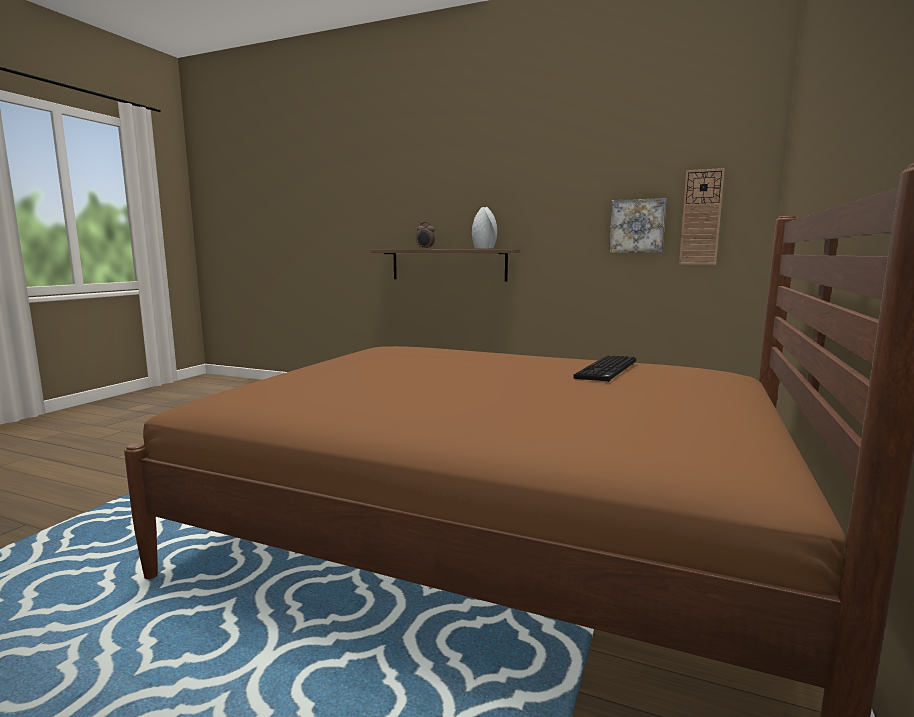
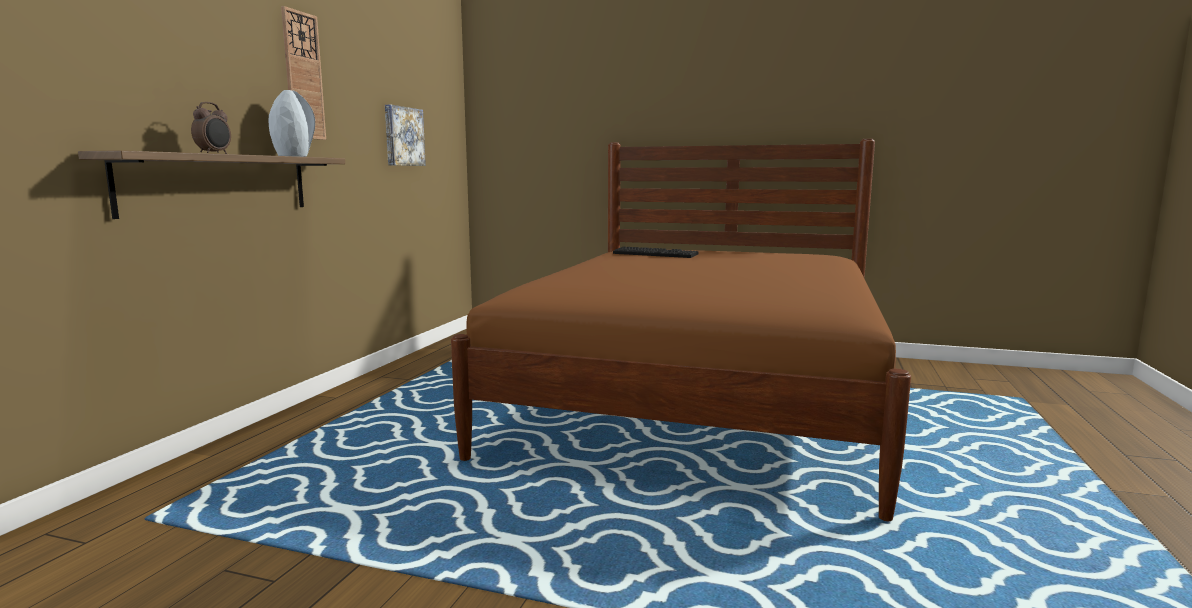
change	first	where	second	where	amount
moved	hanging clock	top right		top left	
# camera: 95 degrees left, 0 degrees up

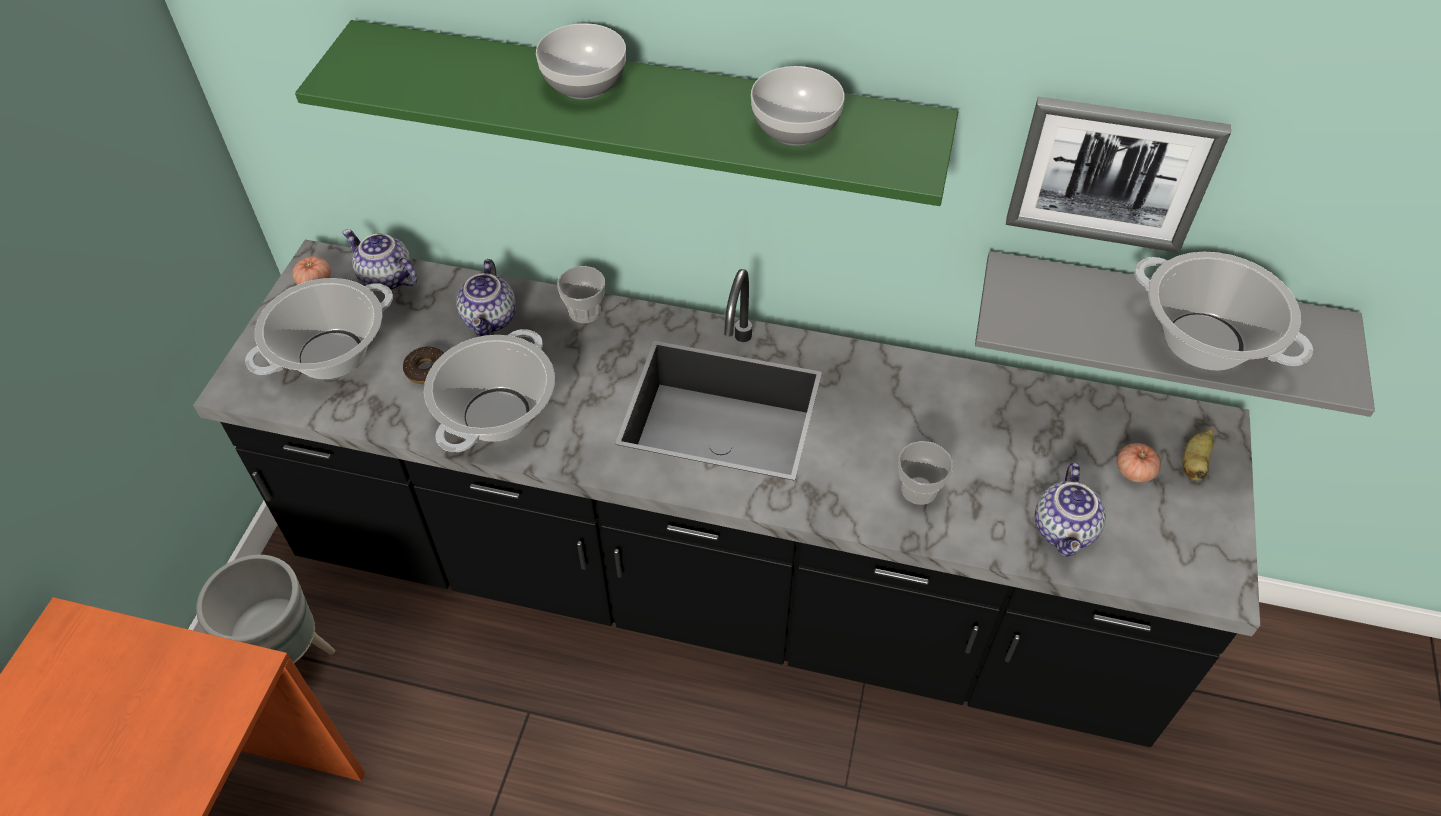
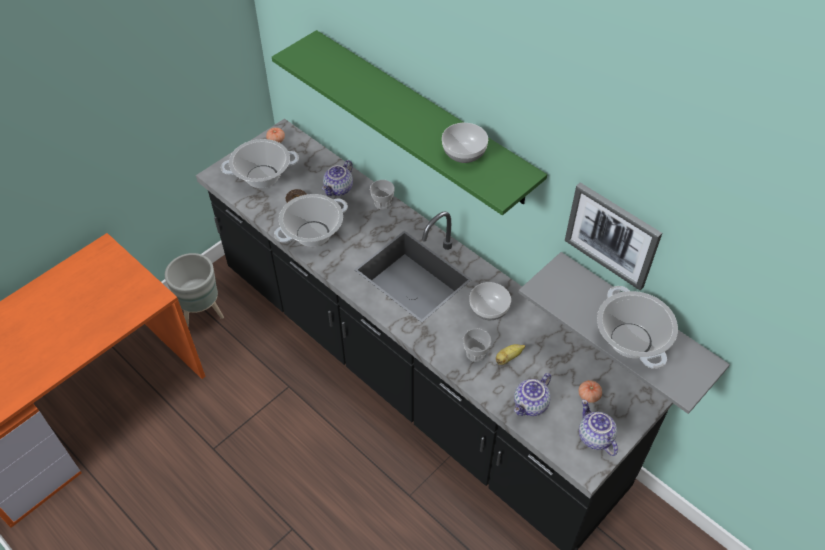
change	first	where	second	where	amount
moved	teapot (1st from left in the first image)	top left	teapot (3rd from left)	bottom right	
moved	deep dish (1st from left in the first image)	top centre	deep dish (2nd from left)	centre	
moved	banana	middle right		centre	
# camera: 30 degrees right, 0 degrees up

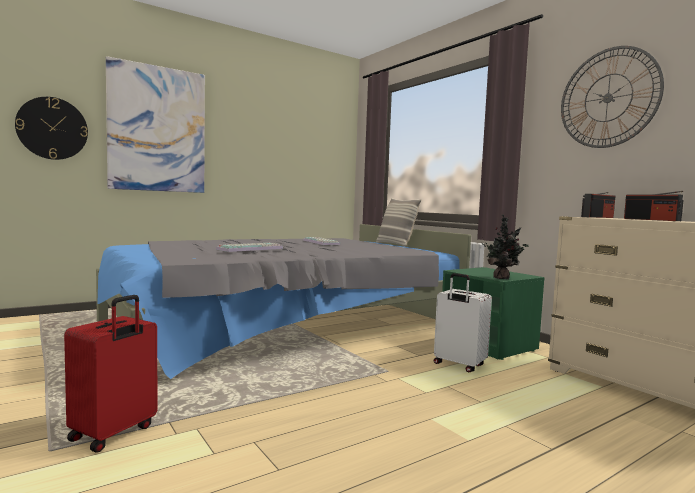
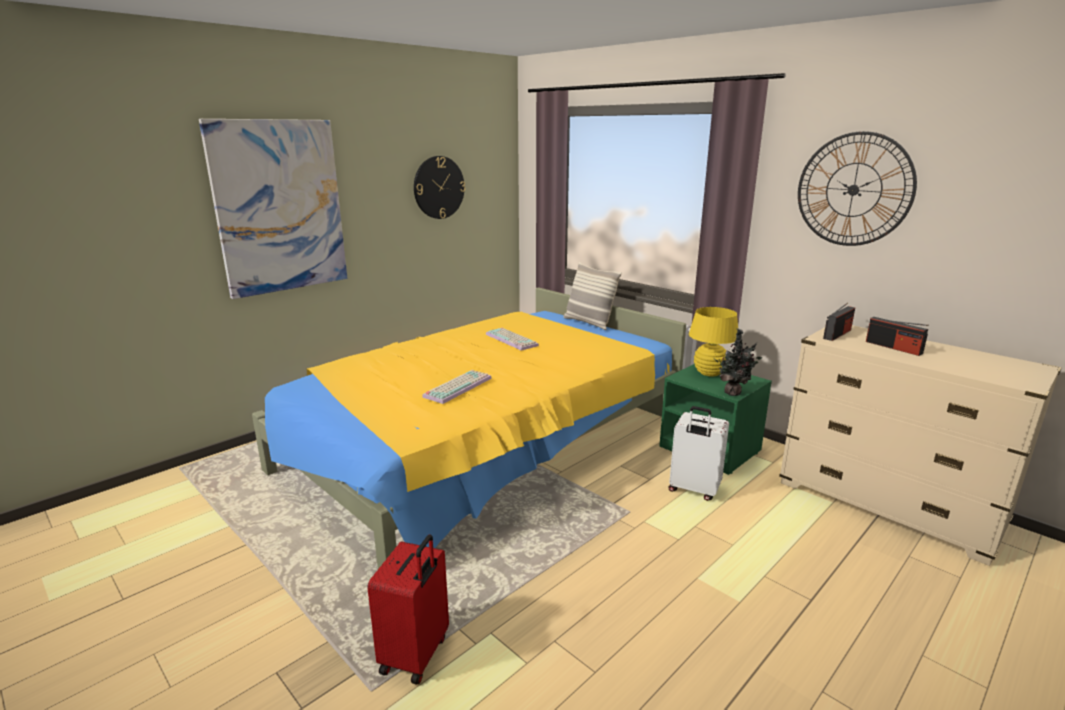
change	first	where	second	where	amount
added			tabletop lamp (yellowish)	middle right	
moved	hanging clock (1st from left)	top left		top centre	
recoloured	bedroom bed (grey)	centre	bedroom bed (yellowish)	centre	
# camera: 10 degrees left, 15 degrees up

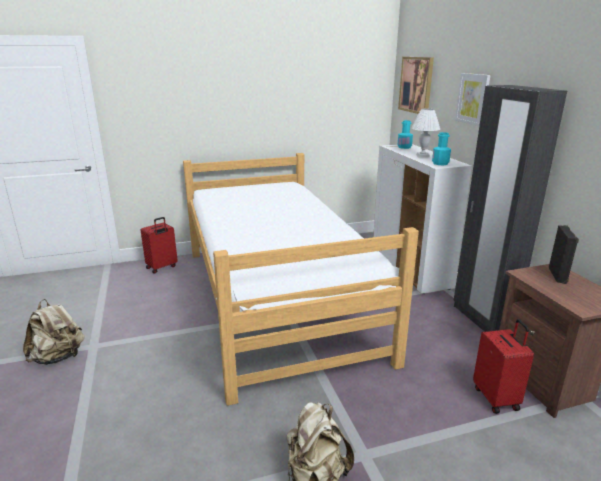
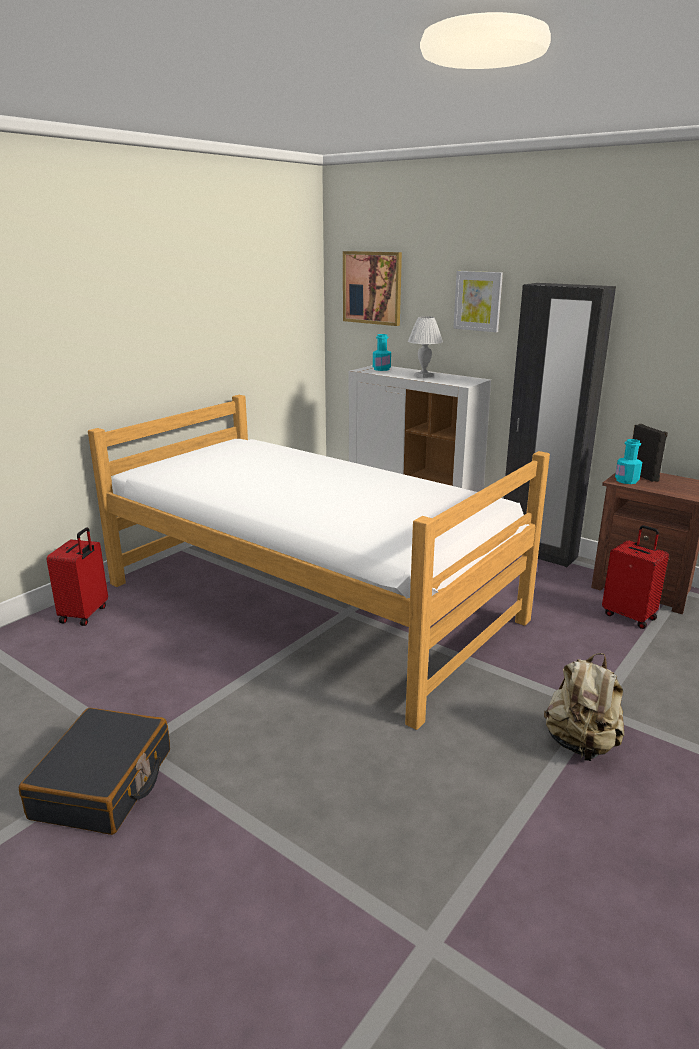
change	first	where	second	where	amount
moved	drink bottle (turquoise-coloured) (2nd from left)	top right		middle right	
replaced	rucksack (beige-coloured) (1st from left)	bottom left	suitcase (black)	bottom left	
# camera: 35 degrees left, 0 degrees up

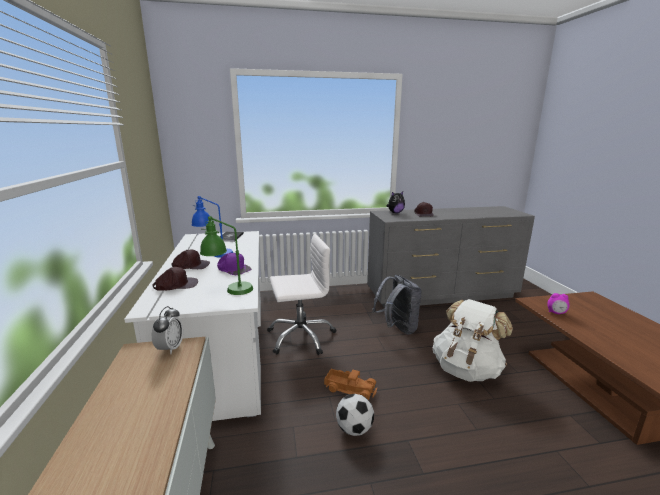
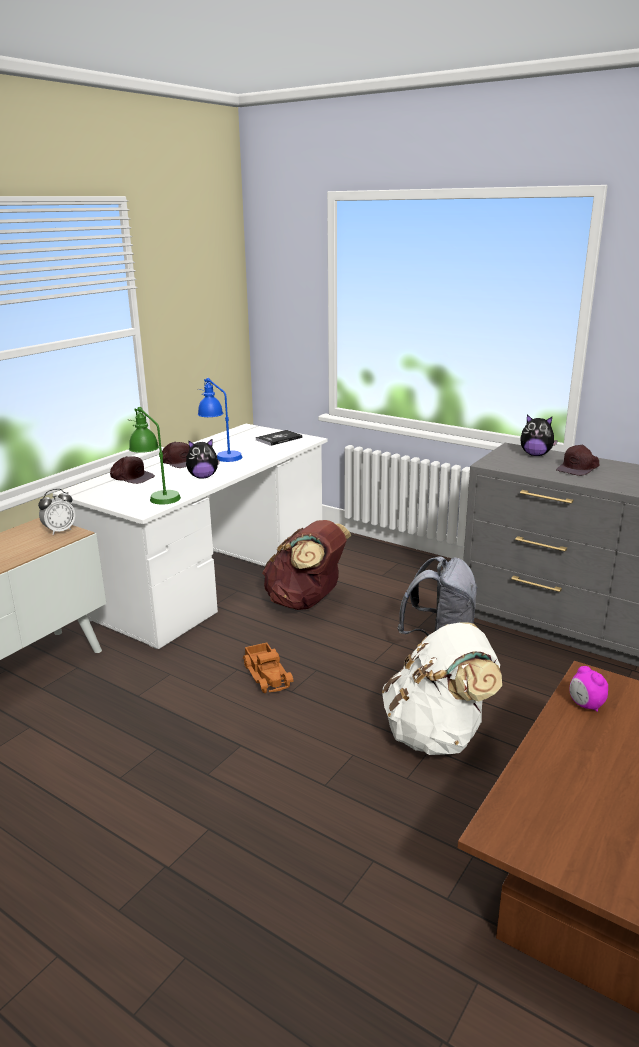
change	first	where	second	where	amount
removed	ball for football	bottom centre			
replaced	baseball cap (purplish)	centre	soft toy (1st from left)	middle left	
replaced	office chair (white)	centre	rucksack (brown-coloured)	centre	
# camera: 45 degrees right, 5 degrees up

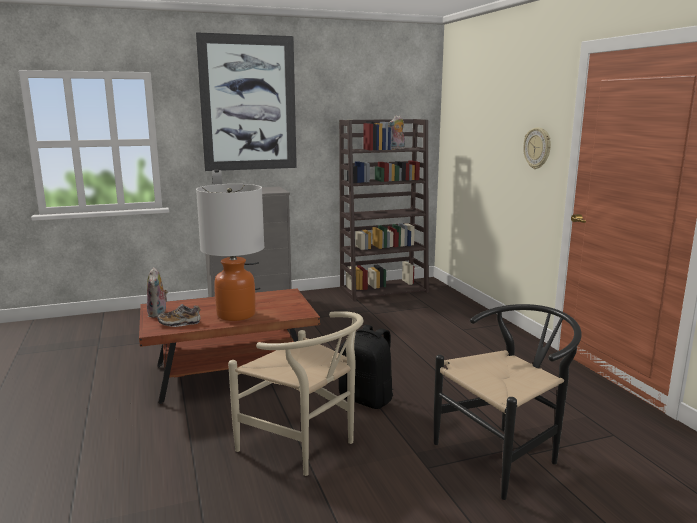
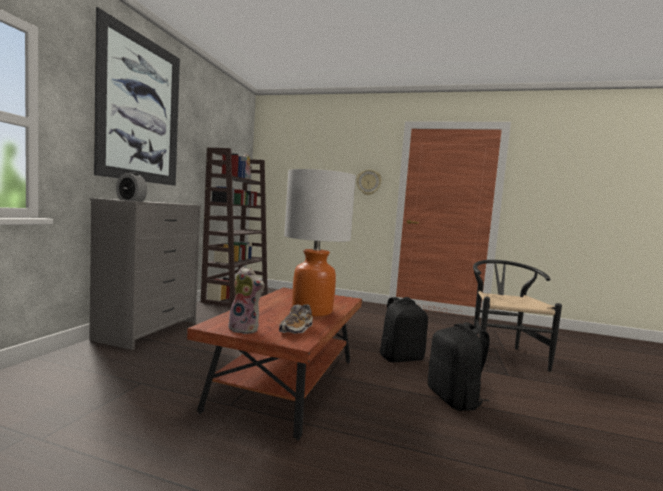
change	first	where	second	where	amount
replaced	plain chair (beige-coloured)	bottom centre	rucksack (black) (2nd from left)	bottom right	
# camera: 55 degrees left, 10 degrees down

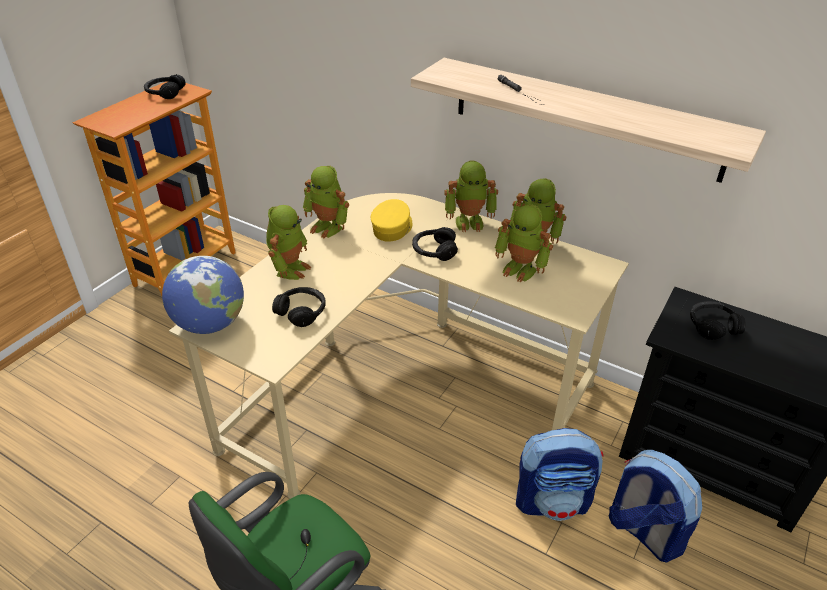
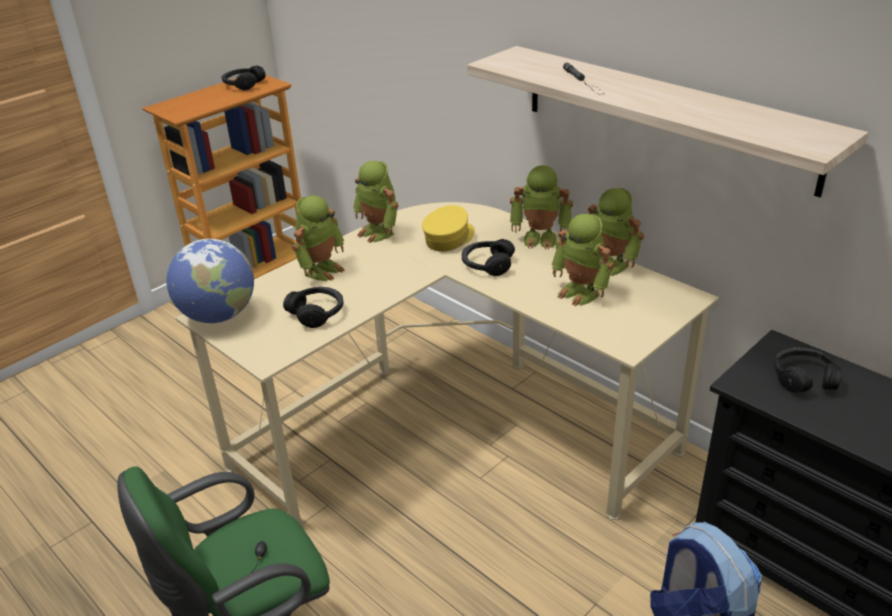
change	first	where	second	where	amount
removed	rucksack (1st from left)	bottom right			
# camera: 15 degrees right, 5 degrees down

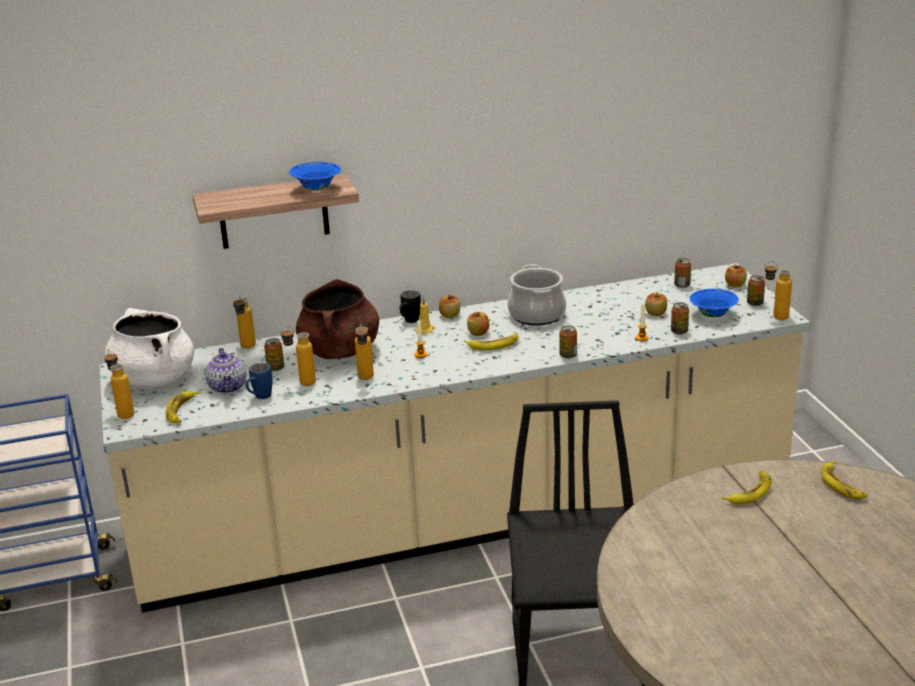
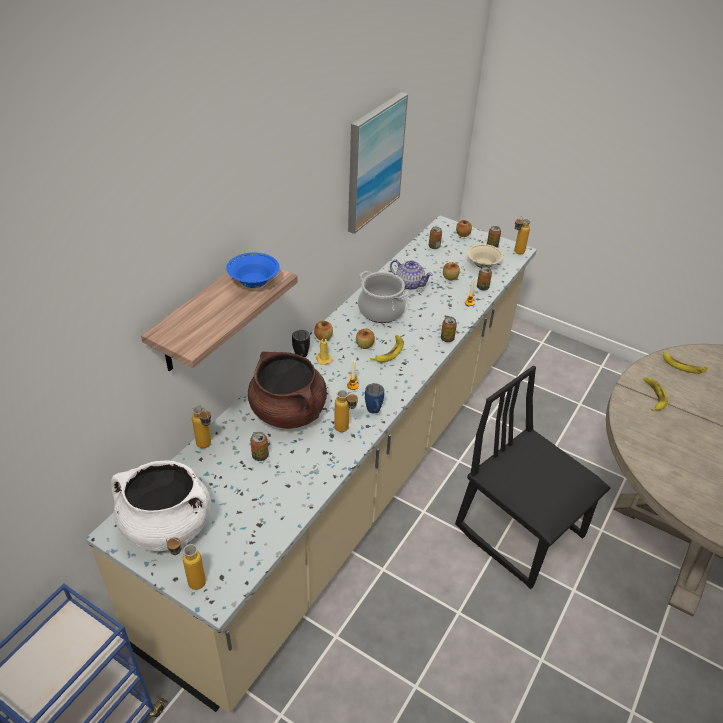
change	first	where	second	where	amount
removed	banana (1st from left)	middle left			
removed	drink bottle (3rd from left)	middle left			
added			picture	top centre	
moved	teapot	middle left		centre	
moved	coffee mug (bluish)	middle left		centre	
recoloured	deep dish (bluish) (2nd from left)	middle right	deep dish (beige-coloured)	middle right	
# camera: 45 degrees left, 15 degrees up

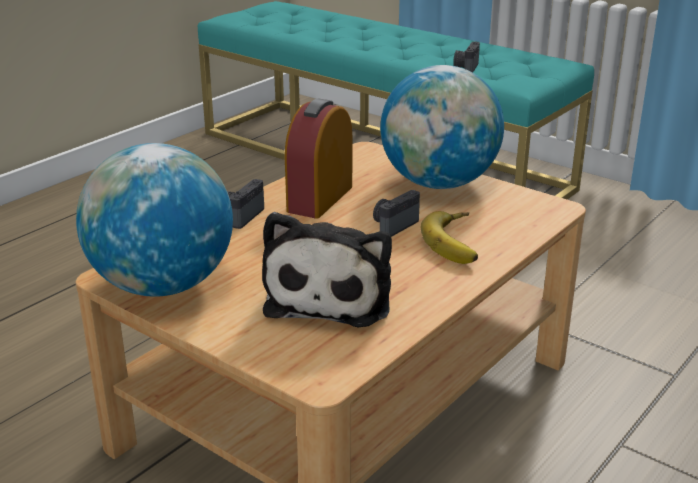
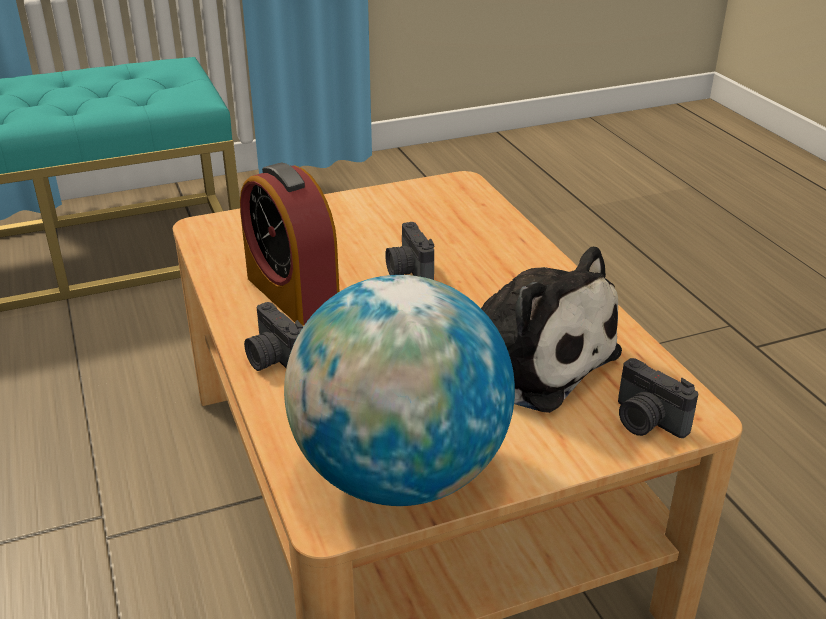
change	first	where	second	where	amount
removed	desk globe (2nd from left)	top centre			
removed	banana	centre			
moved	still camera (3rd from left)	top right		middle right	
# camera: 60 degrees left, 5 degrees up

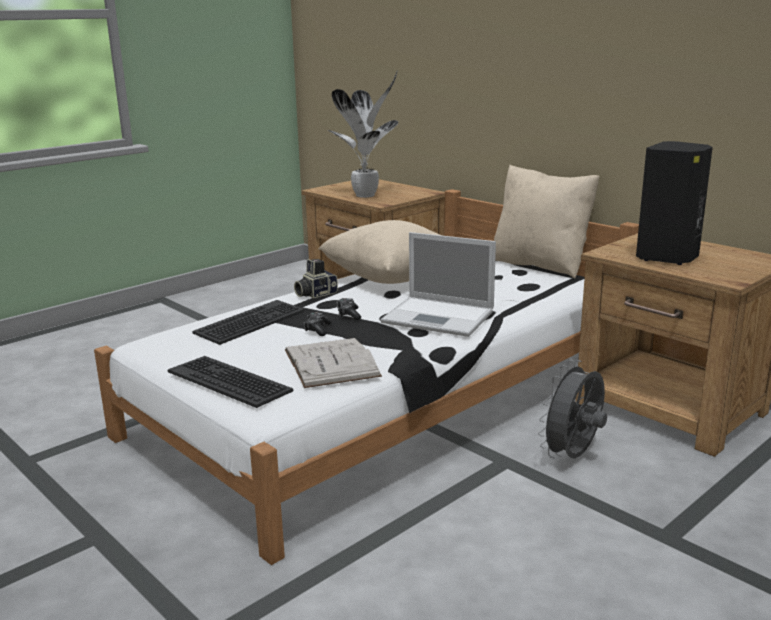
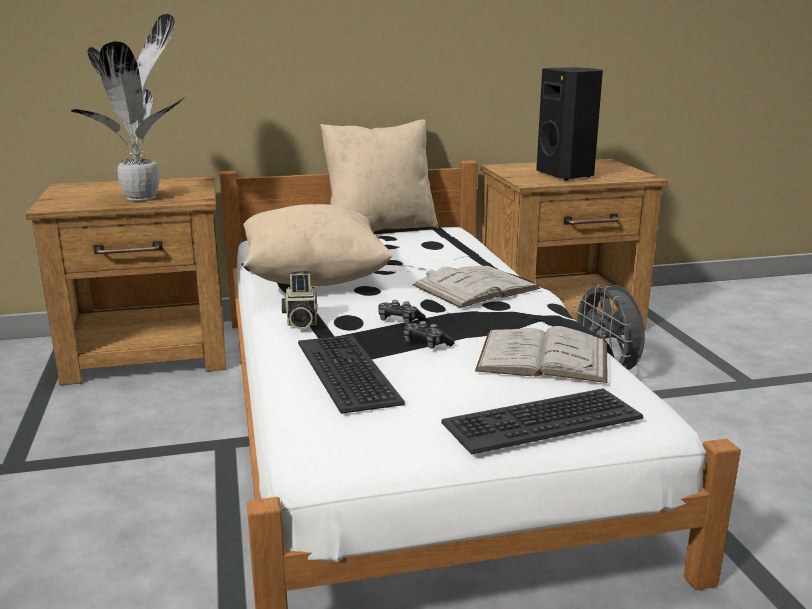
change	first	where	second	where	amount
replaced	portable computer	centre	bound book (white) (1st from left)	centre	
# camera: 60 degrees left, 0 degrees up

